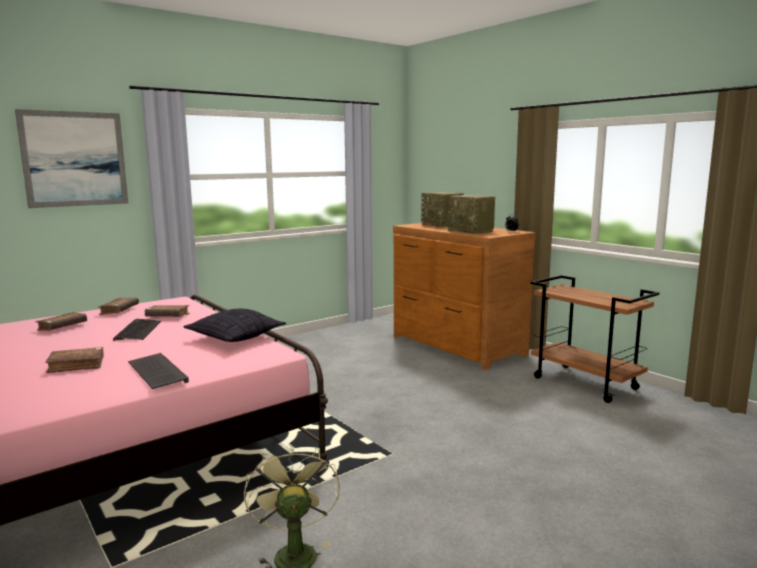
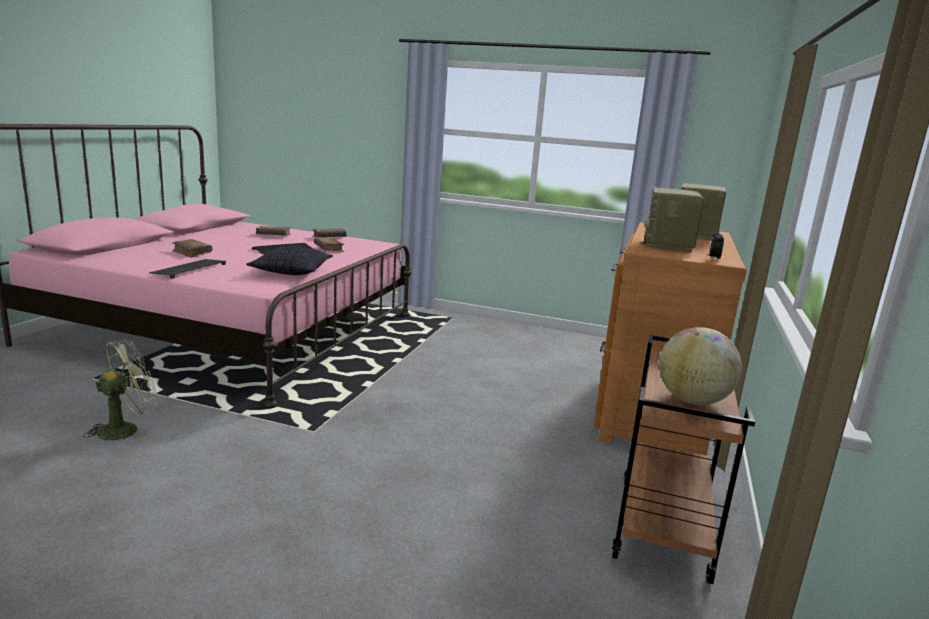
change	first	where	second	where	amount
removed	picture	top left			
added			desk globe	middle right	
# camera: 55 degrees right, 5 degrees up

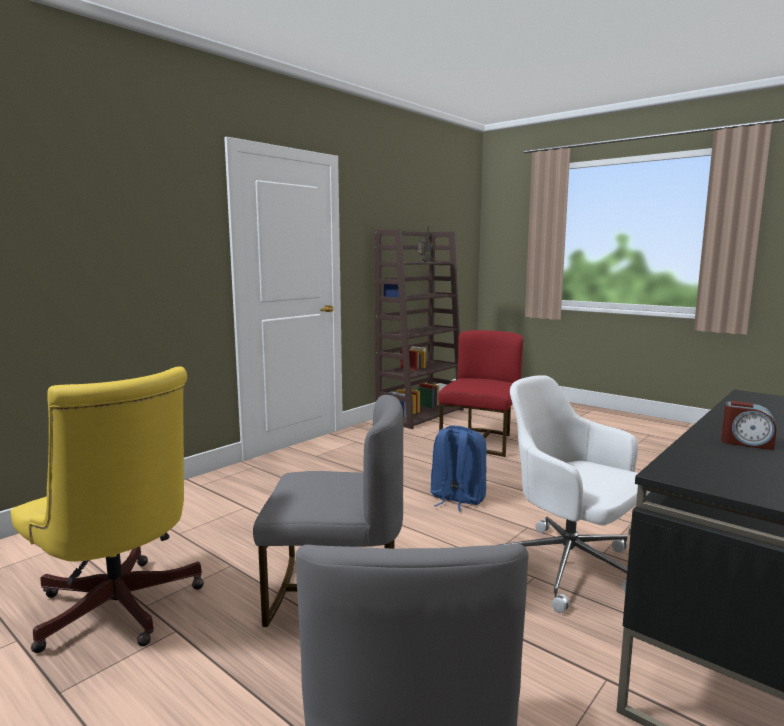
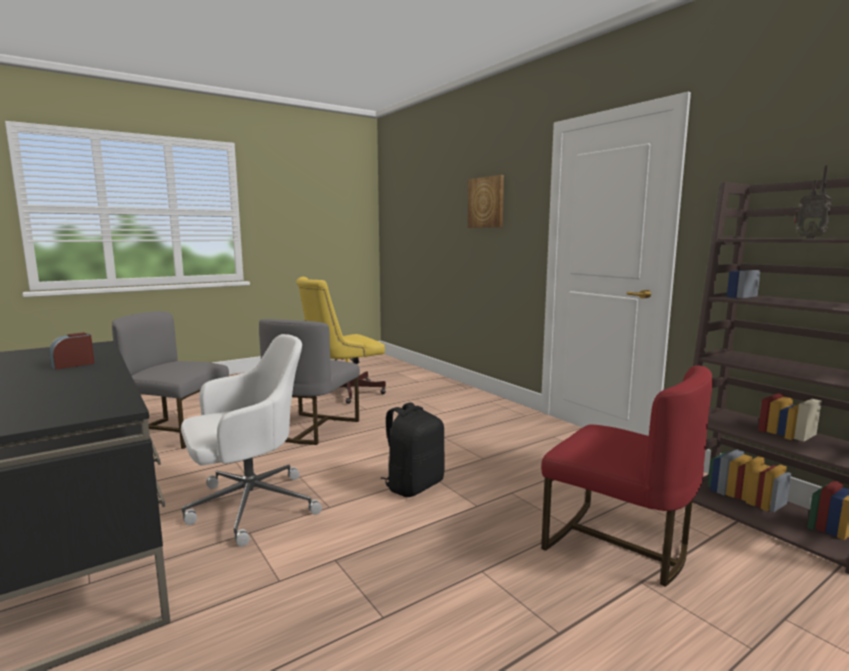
change	first	where	second	where	amount
added			picture	top centre	
recoloured	rucksack (bluish)	centre	rucksack (black)	bottom centre	
# camera: 105 degrees right, 0 degrees up

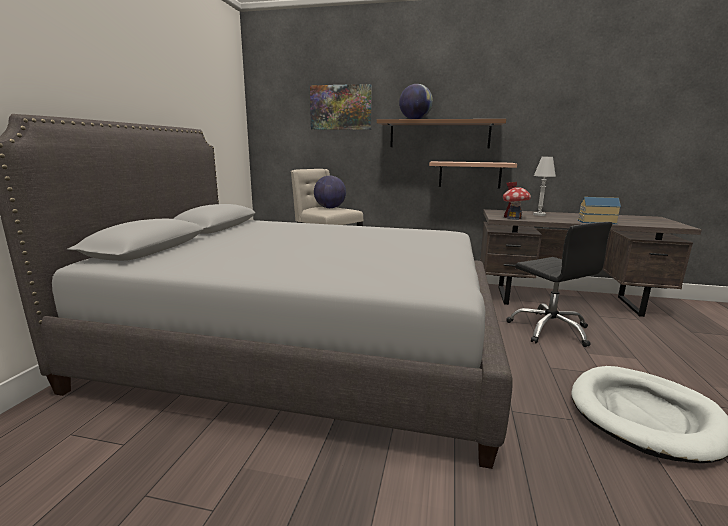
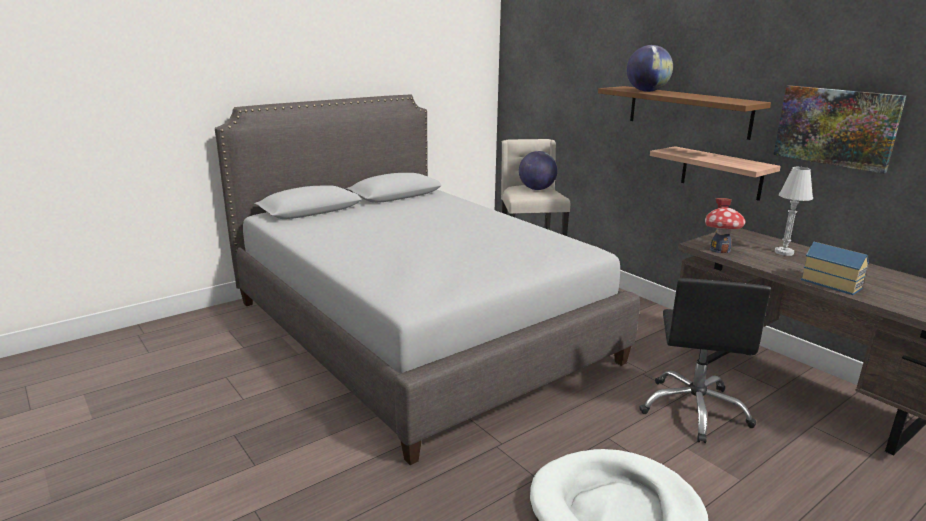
change	first	where	second	where	amount
moved	picture	top centre		top right	
# camera: 40 degrees right, 5 degrees up

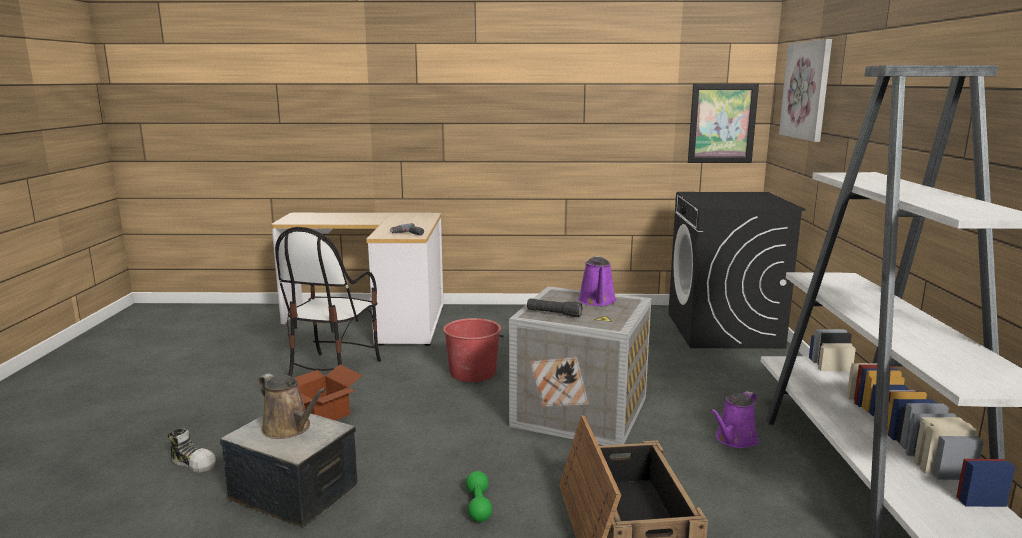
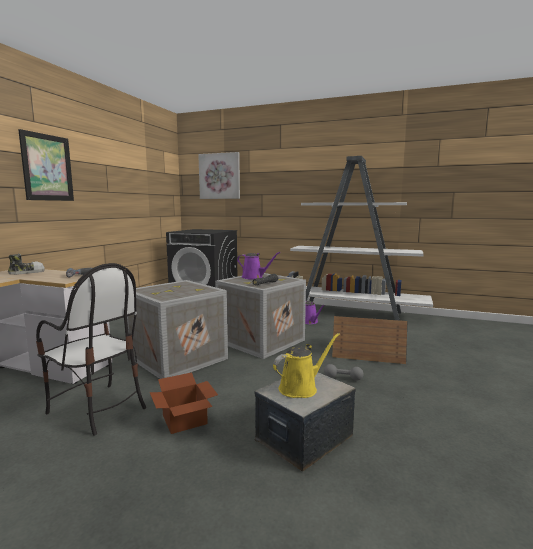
change	first	where	second	where	amount
moved	low shoe	bottom left		middle left	
moved	picture (1st from left)	top right		top left	
replaced	water bucket (red-coloured)	centre	crate (1st from left)	middle left	
recoloured	sprinkling can (brown-coloured)	bottom left	sprinkling can (yellowish)	centre	
recoloured	free weight (greenish)	bottom centre	free weight (grey)	bottom centre	
# camera: 70 degrees left, 5 degrees down

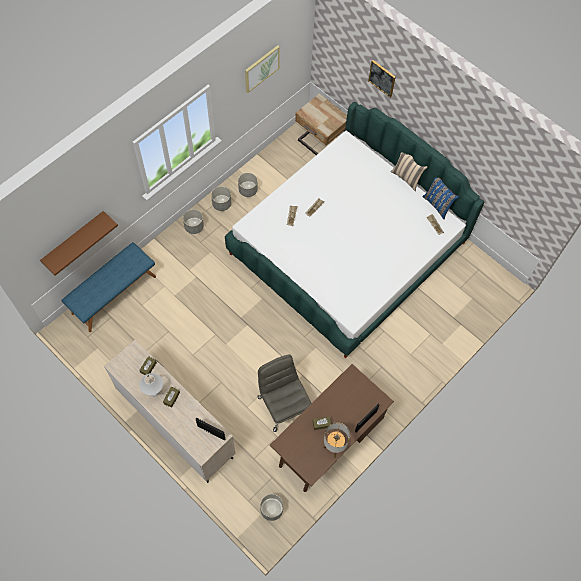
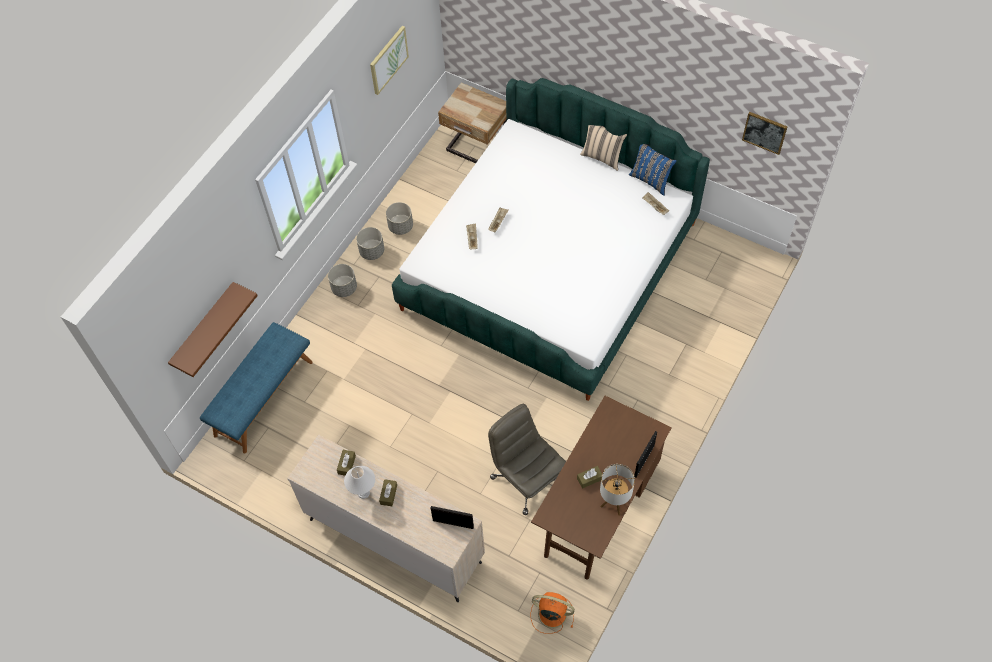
change	first	where	second	where	amount
moved	picture (2nd from left)	top centre		top right	
replaced	planter (grey) (4th from left)	bottom centre	cooling fan (orange)	bottom centre	
# camera: 10 degrees left, 5 degrees down

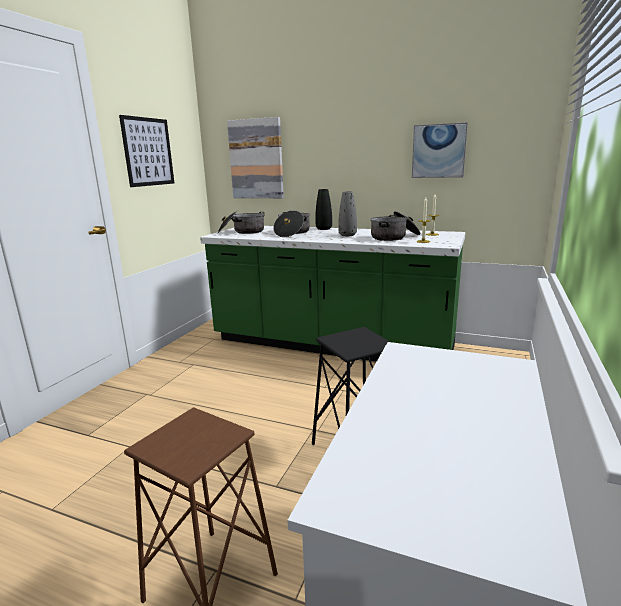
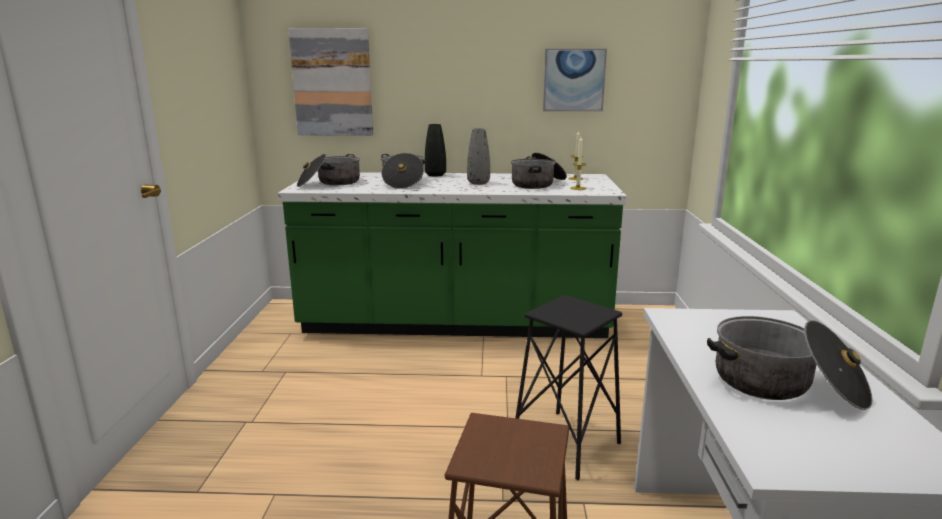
change	first	where	second	where	amount
removed	picture (1st from left)	top left			
added			saucepot (4th from left)	bottom right	
# camera: 20 degrees left, 0 degrees up

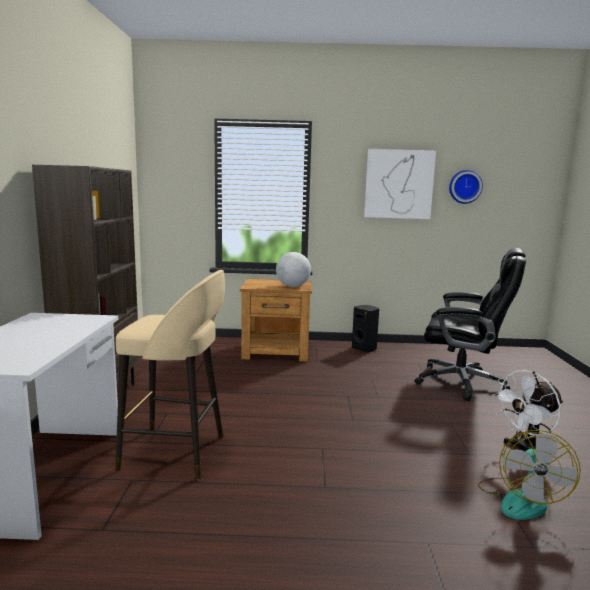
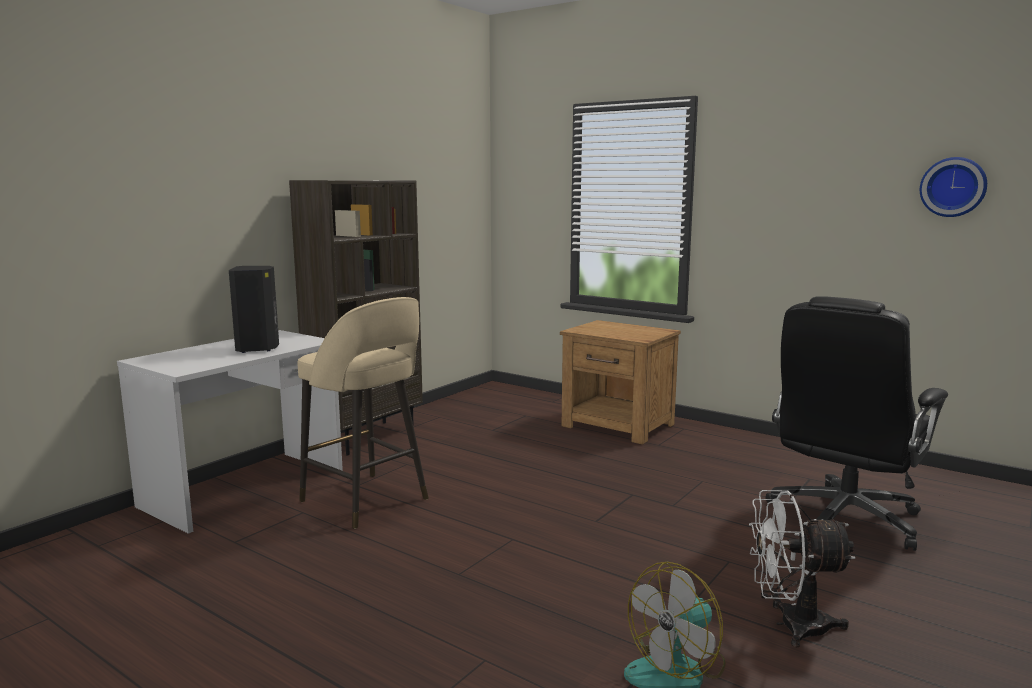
change	first	where	second	where	amount
removed	desk globe	centre			
removed	picture	top right			
moved	loudspeaker (black)	centre		middle left	
turned	office chair (black)	middle right		middle right	75 degrees clockwise
# camera: 35 degrees right, 0 degrees up

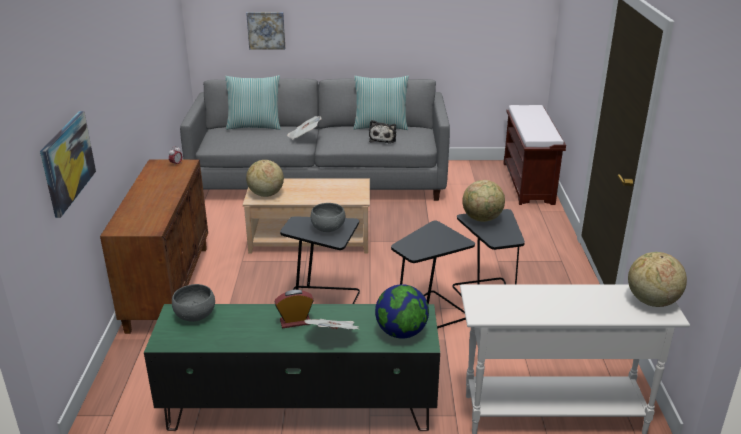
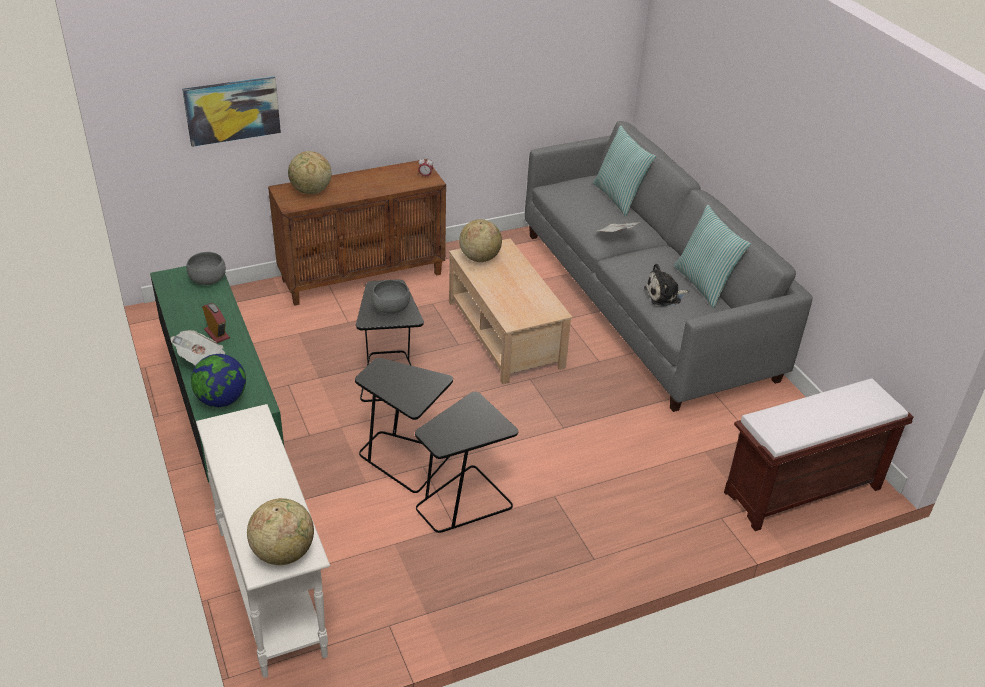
change	first	where	second	where	amount
removed	picture (2nd from left)	top centre			
moved	desk globe (3rd from left)	centre		top left	
# camera: 65 degrees right, 10 degrees up

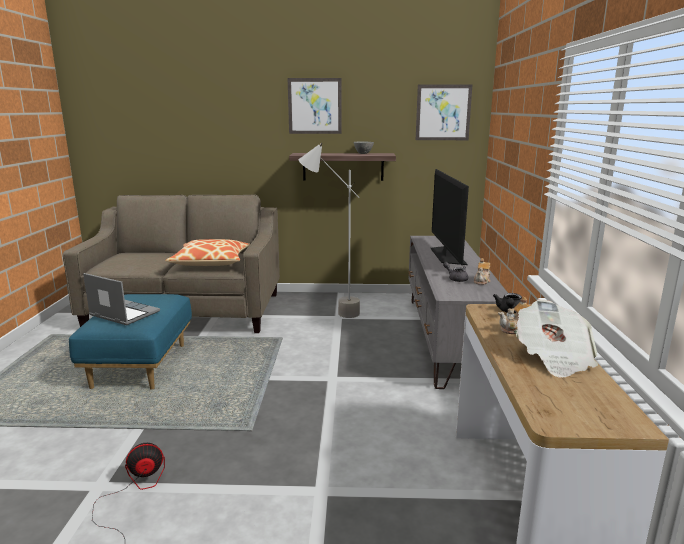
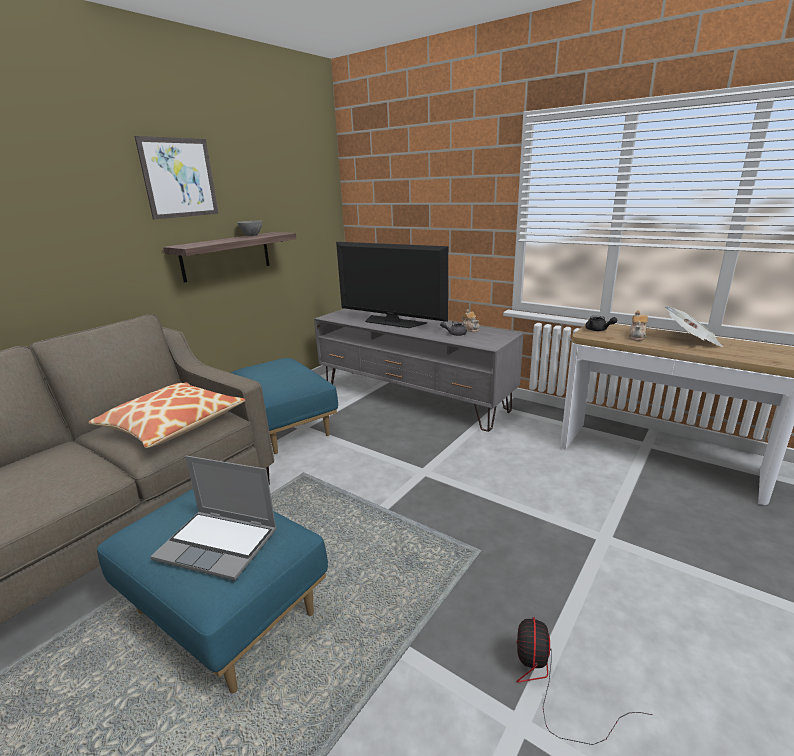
change	first	where	second	where	amount
removed	picture (2nd from left)	top centre			
replaced	floor lamp (grey)	centre	ottoman (bluish) (2nd from left)	centre	
turned	portable computer	middle left		bottom left	135 degrees counterclockwise
# camera: 55 degrees left, 5 degrees up

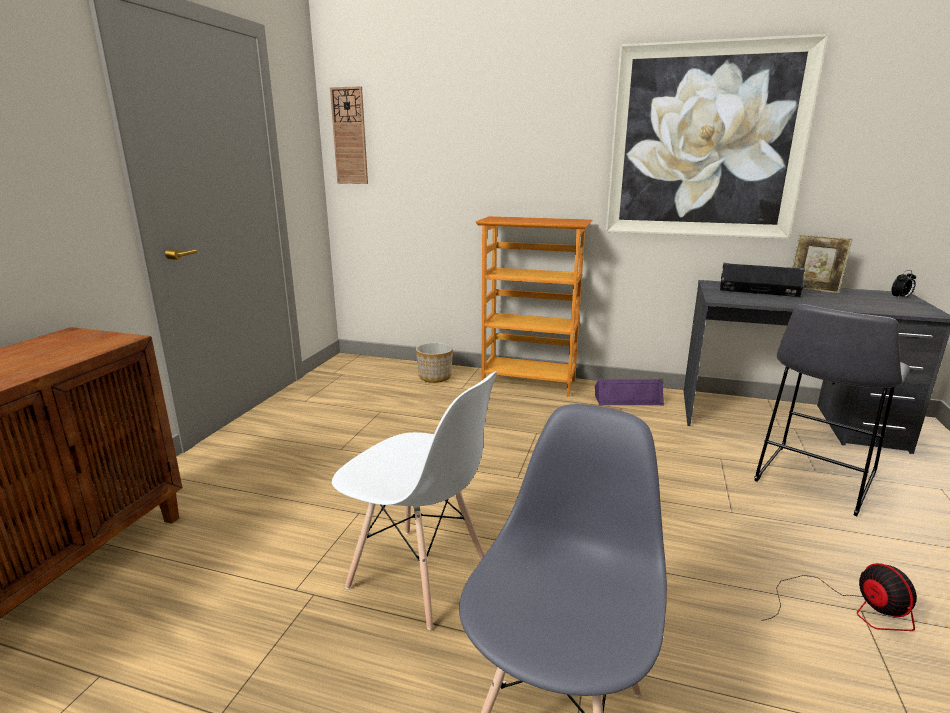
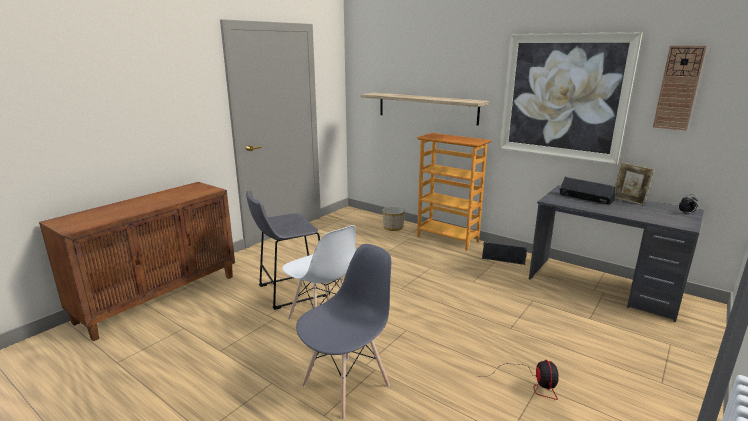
change	first	where	second	where	amount
added			shelf	top centre	
moved	hanging clock	top centre		top right	
moved	sitting stool (grey)	middle right		centre	
recoloured	loudspeaker (purplish)	centre	loudspeaker (black) (1st from left)	middle right	
# camera: 20 degrees right, 0 degrees up

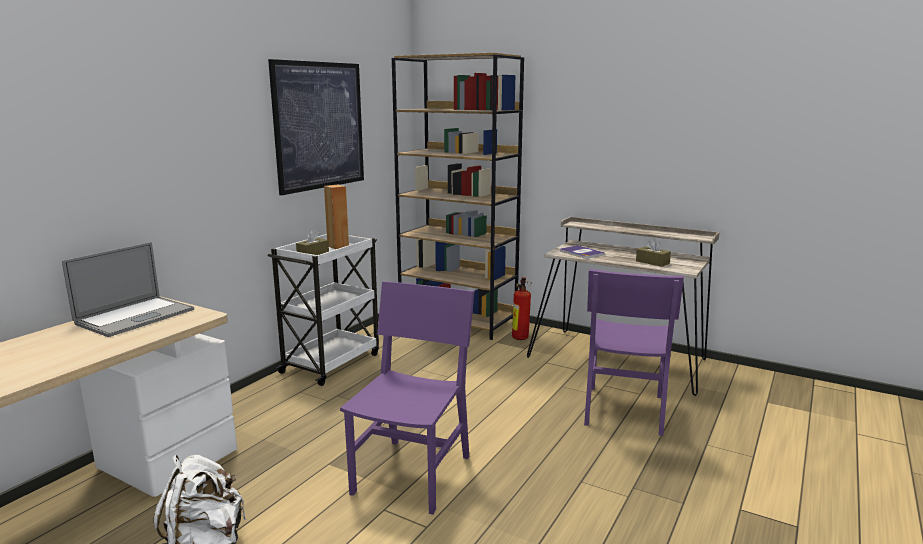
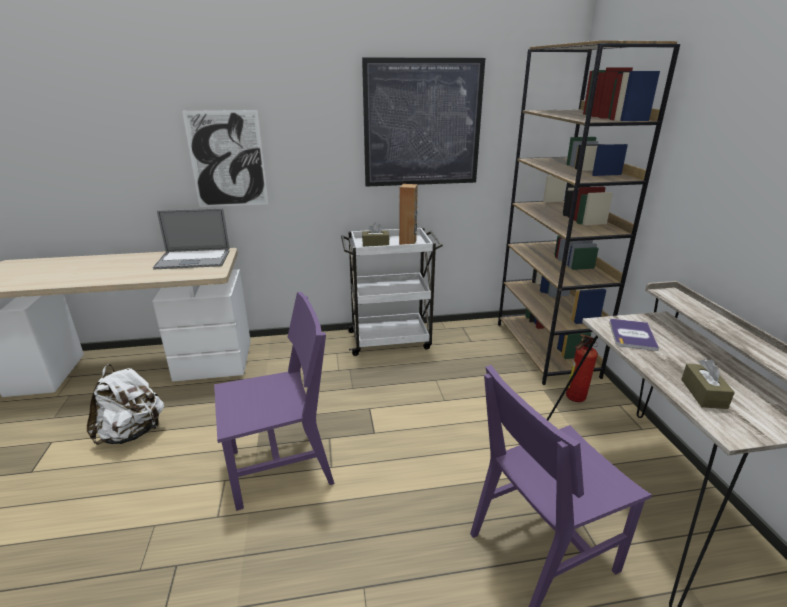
change	first	where	second	where	amount
added			picture (1st from left)	top left	
# camera: 50 degrees right, 10 degrees up

